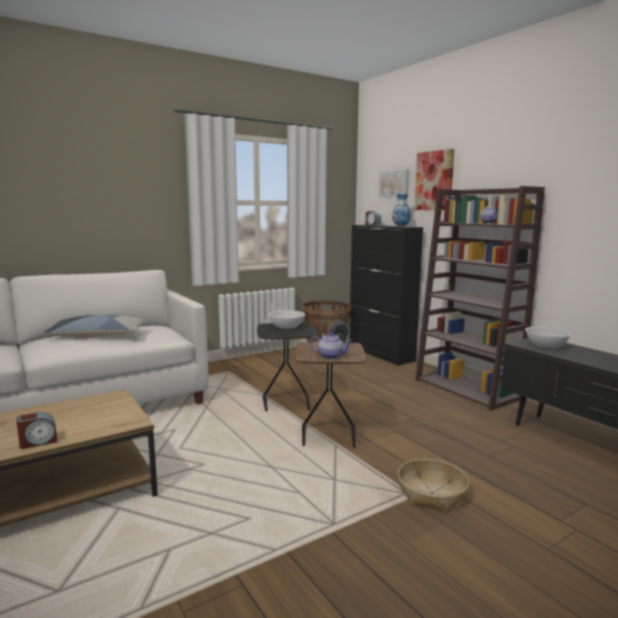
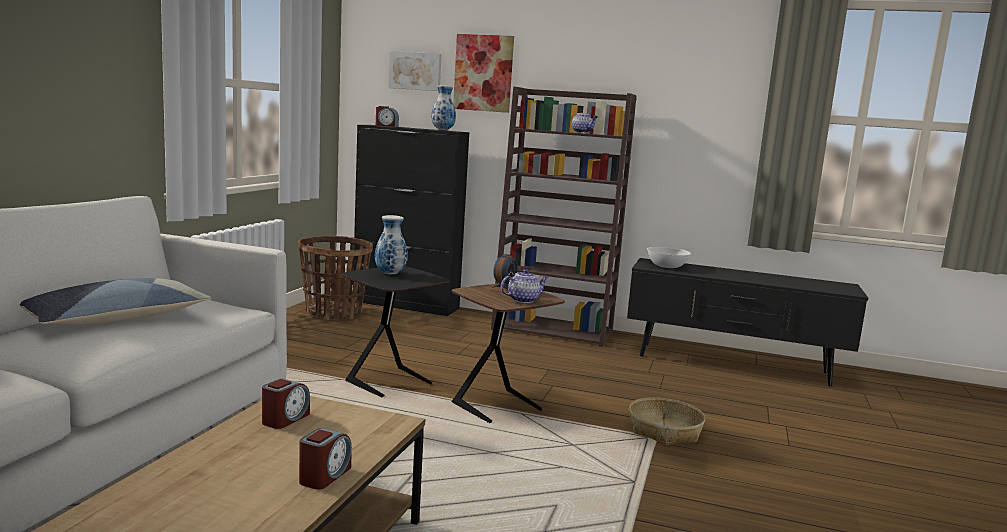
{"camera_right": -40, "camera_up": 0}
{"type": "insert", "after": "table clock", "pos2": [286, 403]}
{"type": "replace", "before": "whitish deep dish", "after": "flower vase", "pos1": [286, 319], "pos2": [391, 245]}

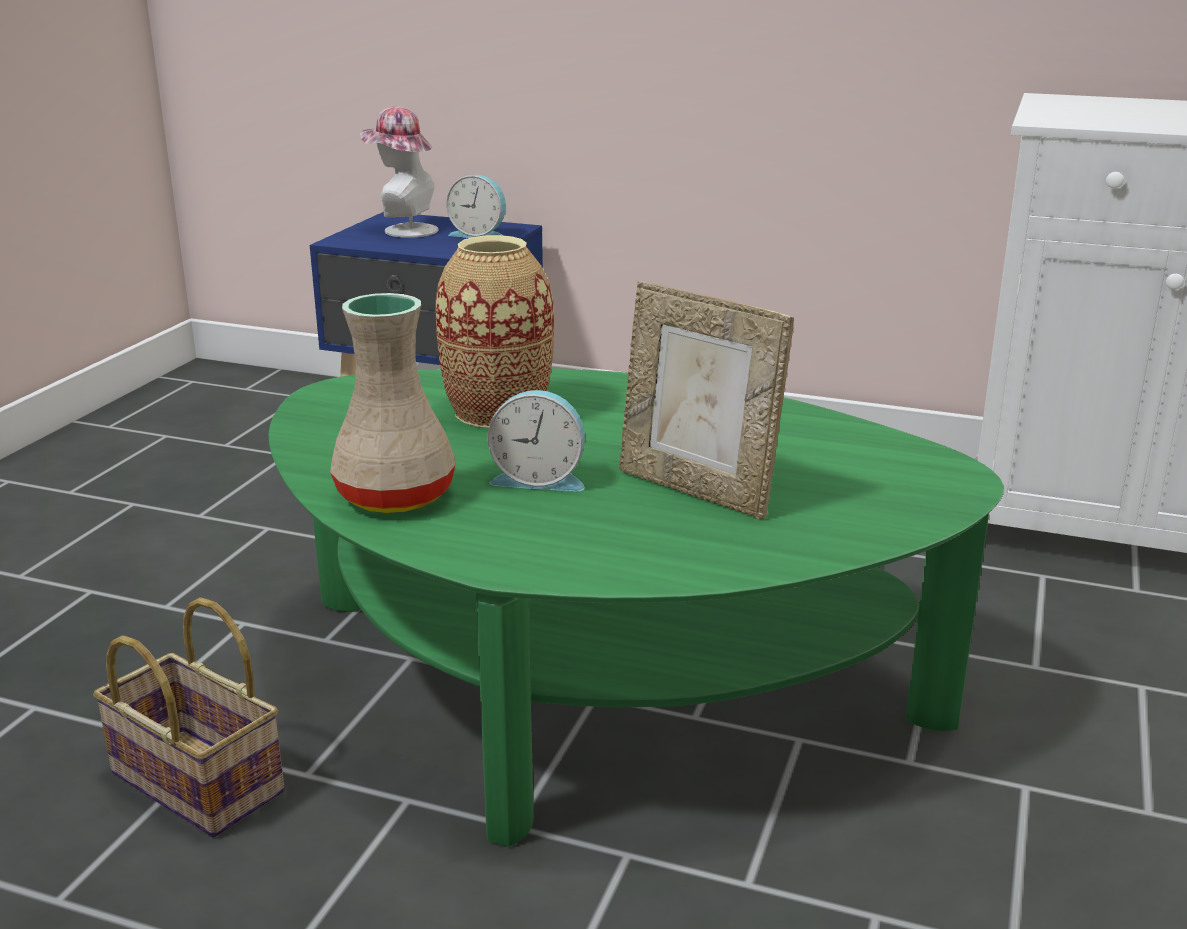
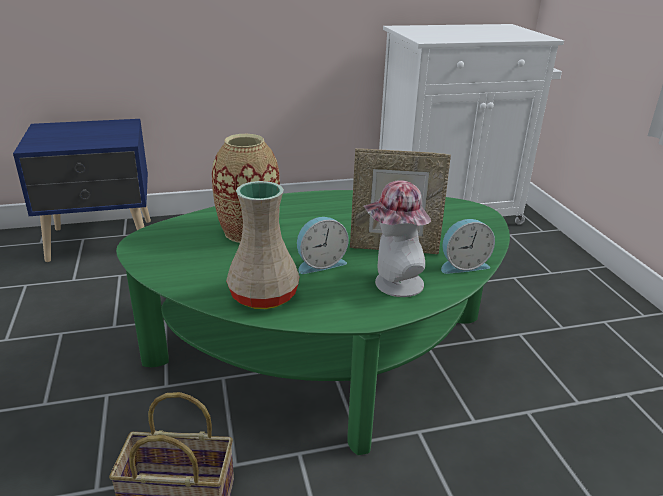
{"camera_right": -35, "camera_up": 5}
{"type": "move", "before": "hat", "pos1": [399, 172], "pos2": [397, 238]}
{"type": "move", "before": "table clock", "pos1": [476, 206], "pos2": [468, 246]}

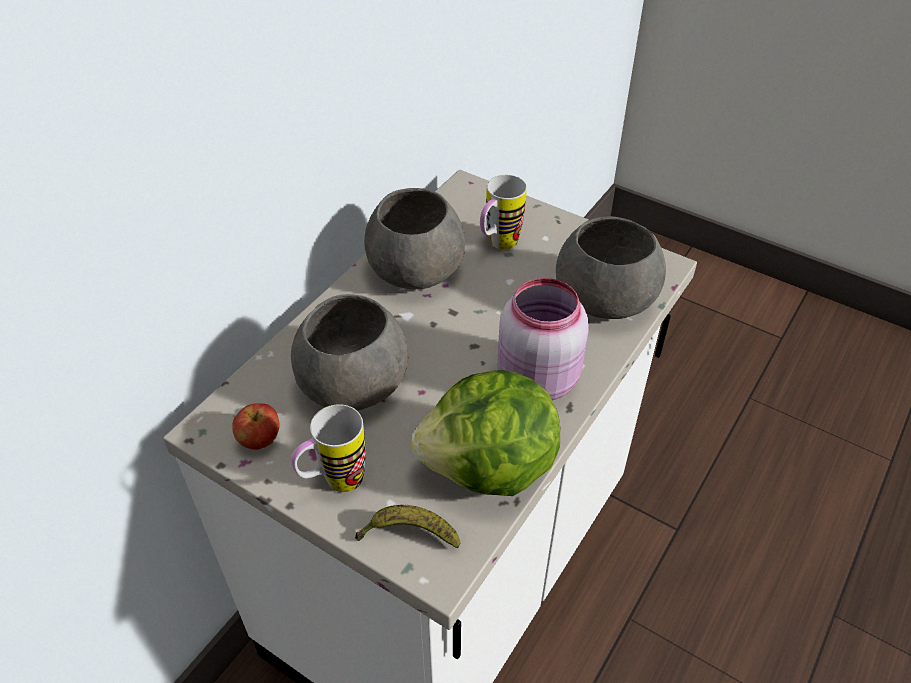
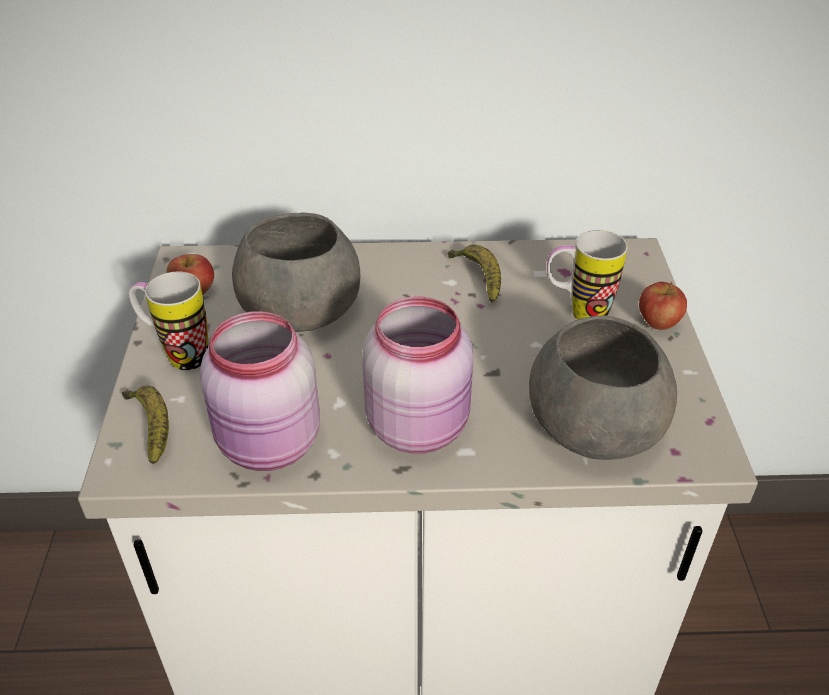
{"camera_right": 55, "camera_up": -5}
{"type": "replace", "before": "lettuce", "after": "pinkish storage jar", "pos1": [486, 432], "pos2": [260, 391]}
{"type": "replace", "before": "greyish deep dish", "after": "banana", "pos1": [414, 238], "pos2": [474, 273]}
{"type": "insert", "after": "apple", "pos2": [663, 306]}

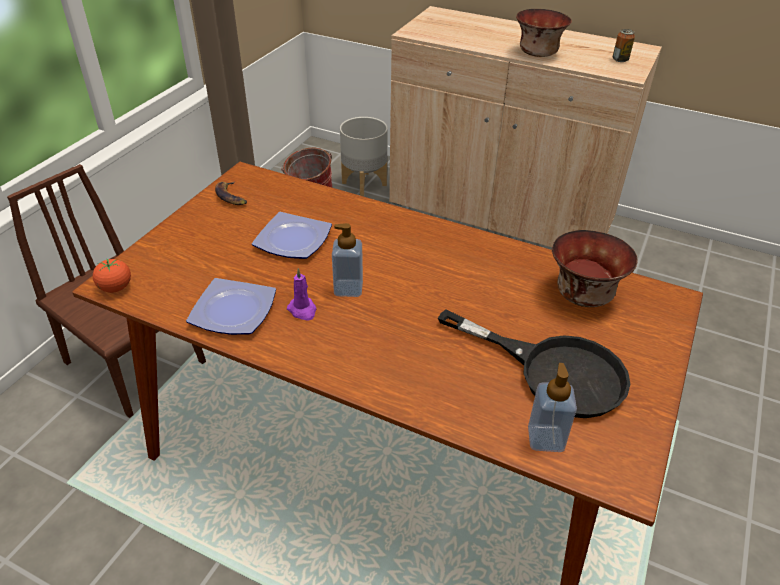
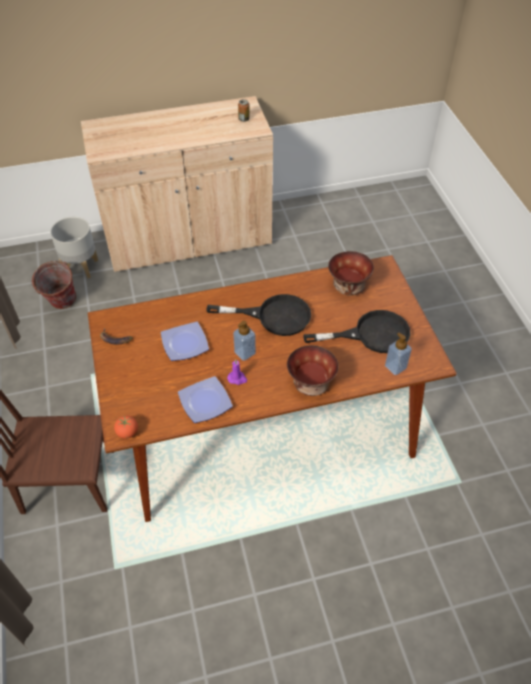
{"camera_right": -40, "camera_up": 10}
{"type": "insert", "after": "blackish frying pan", "pos2": [259, 315]}
{"type": "move", "before": "deep dish", "pos1": [544, 33], "pos2": [313, 370]}

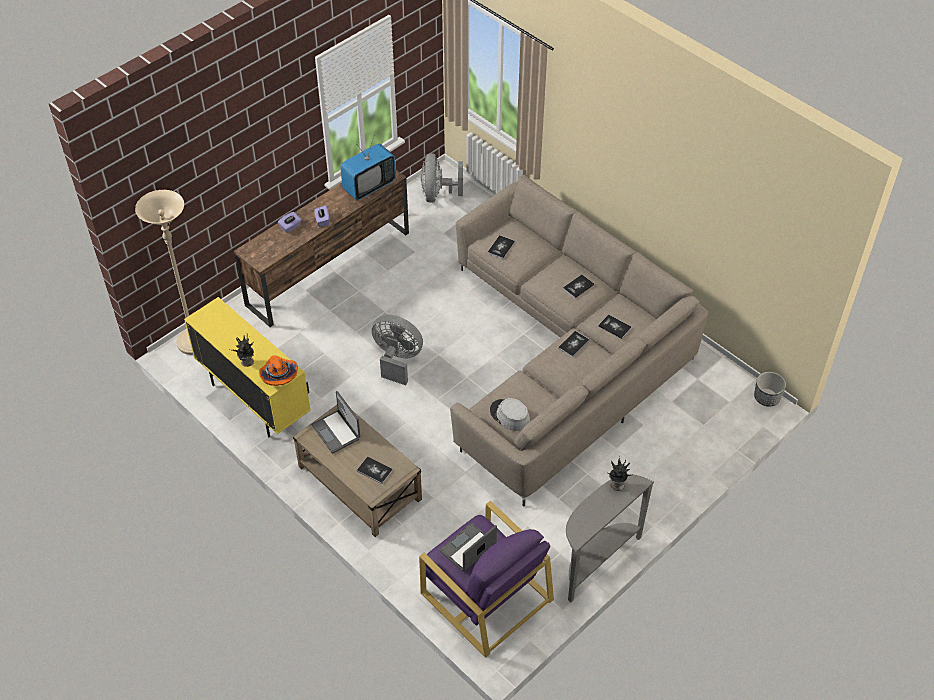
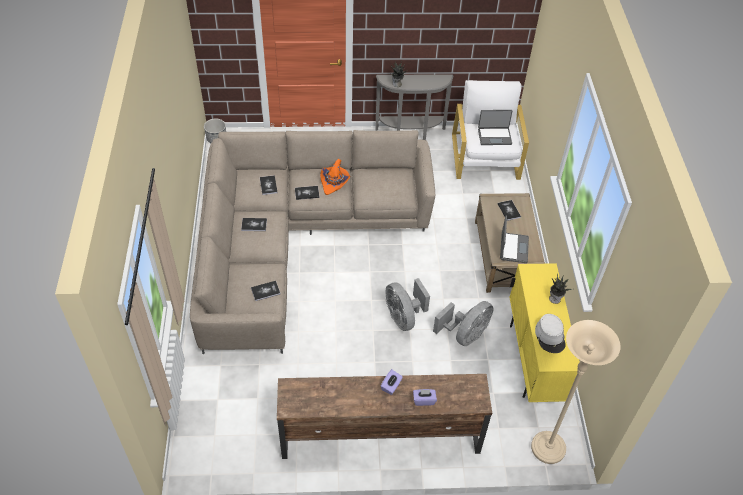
{"camera_right": -140, "camera_up": 0}
{"type": "move", "before": "orangey hat", "pos1": [278, 370], "pos2": [335, 177]}
{"type": "move", "before": "greyish electric fan", "pos1": [442, 178], "pos2": [463, 323]}
{"type": "recolor", "before": "purple lounge chair", "after": "whitish lounge chair", "pos1": [486, 579], "pos2": [490, 130]}
{"type": "move", "before": "greyish hat", "pos1": [510, 414], "pos2": [550, 333]}
{"type": "delete", "before": "TV", "pos1": [368, 167]}

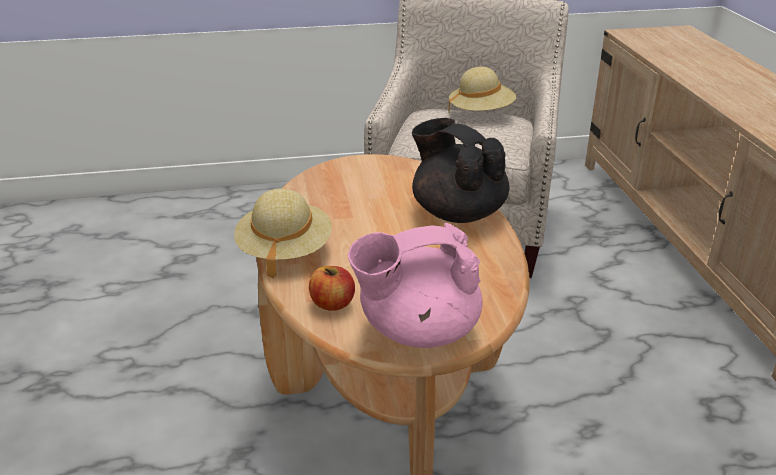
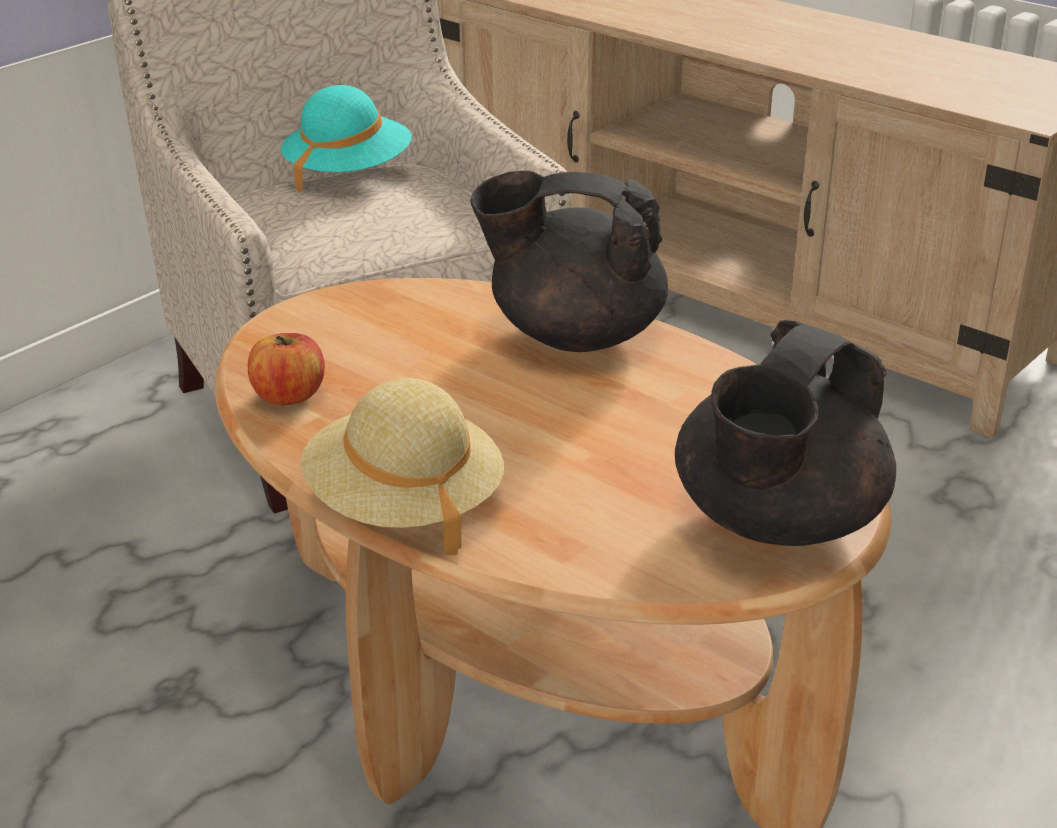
{"camera_right": -40, "camera_up": 0}
{"type": "move", "before": "apple", "pos1": [332, 288], "pos2": [286, 369]}
{"type": "recolor", "before": "beige hat", "after": "blue-green hat", "pos1": [482, 90], "pos2": [346, 139]}
{"type": "recolor", "before": "pinkish teapot", "after": "blackish teapot", "pos1": [415, 285], "pos2": [785, 433]}

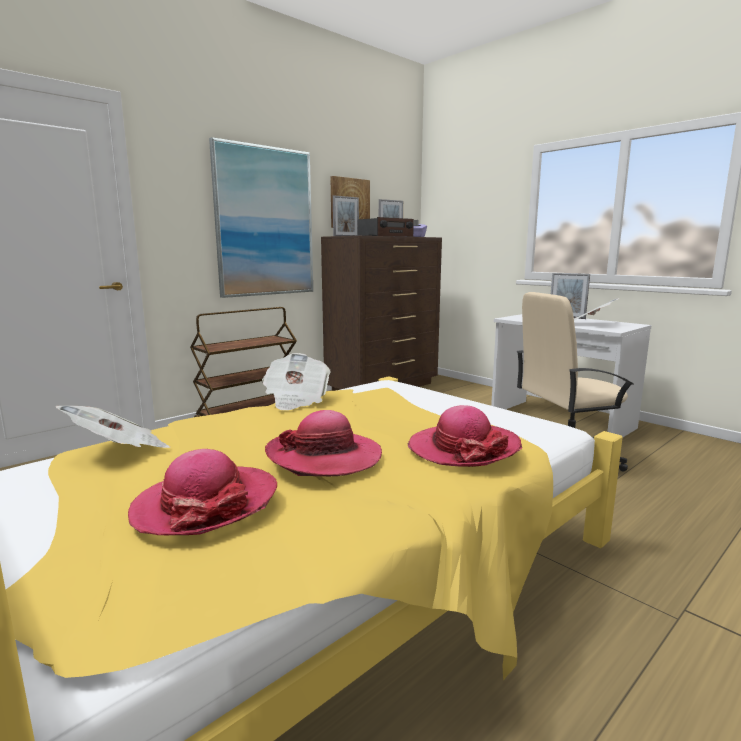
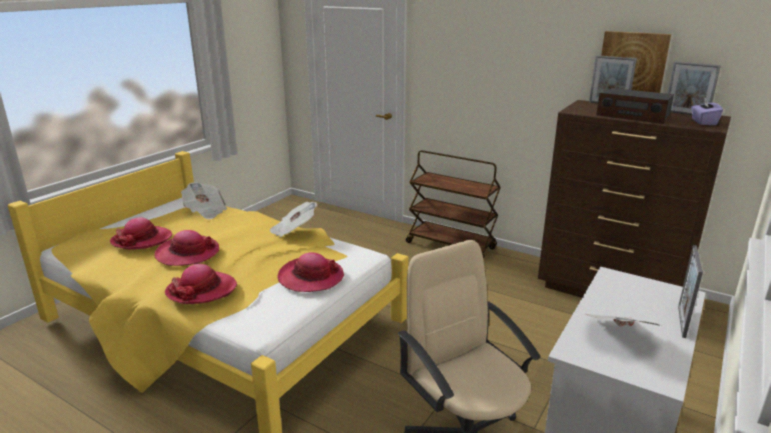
{"camera_right": 75, "camera_up": 10}
{"type": "insert", "after": "hat", "pos2": [310, 272]}
{"type": "delete", "before": "picture", "pos1": [261, 217]}

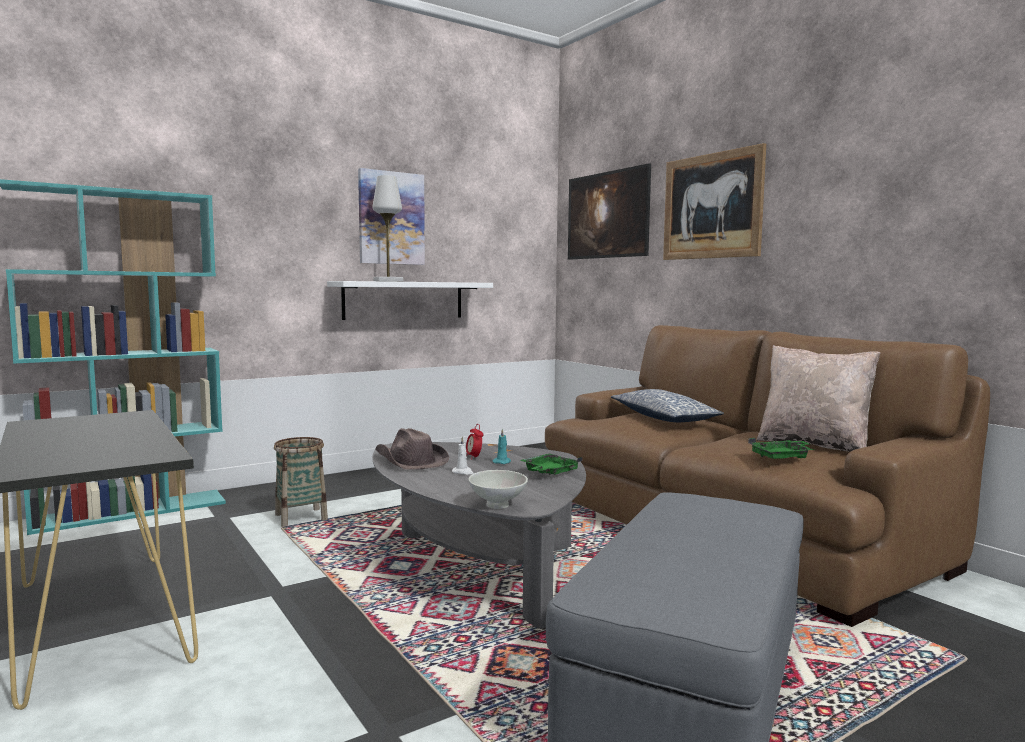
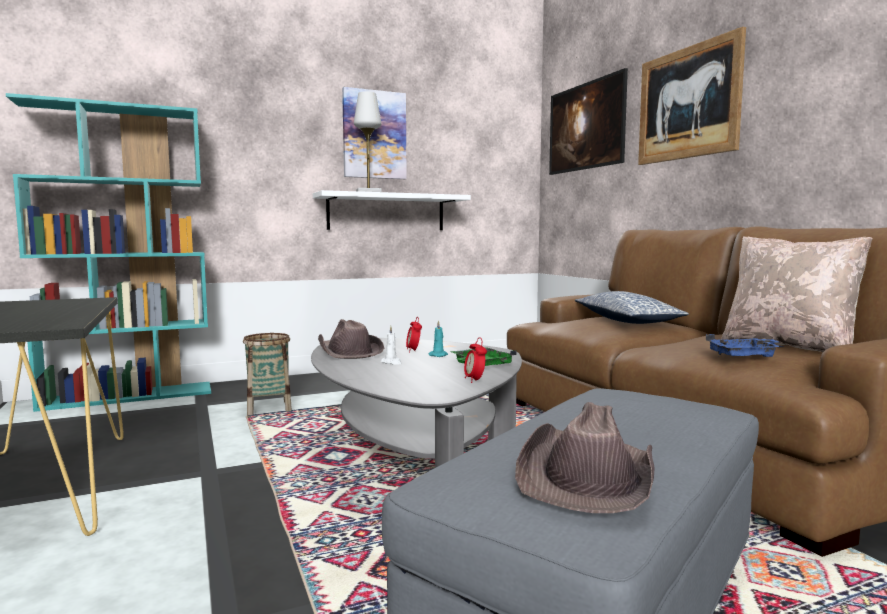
{"camera_right": 10, "camera_up": 0}
{"type": "insert", "after": "table clock", "pos2": [475, 360]}
{"type": "insert", "after": "brown hat", "pos2": [584, 457]}
{"type": "recolor", "before": "green tray", "after": "bluish tray", "pos1": [781, 448], "pos2": [744, 345]}
{"type": "delete", "before": "whitish deep dish", "pos1": [498, 489]}

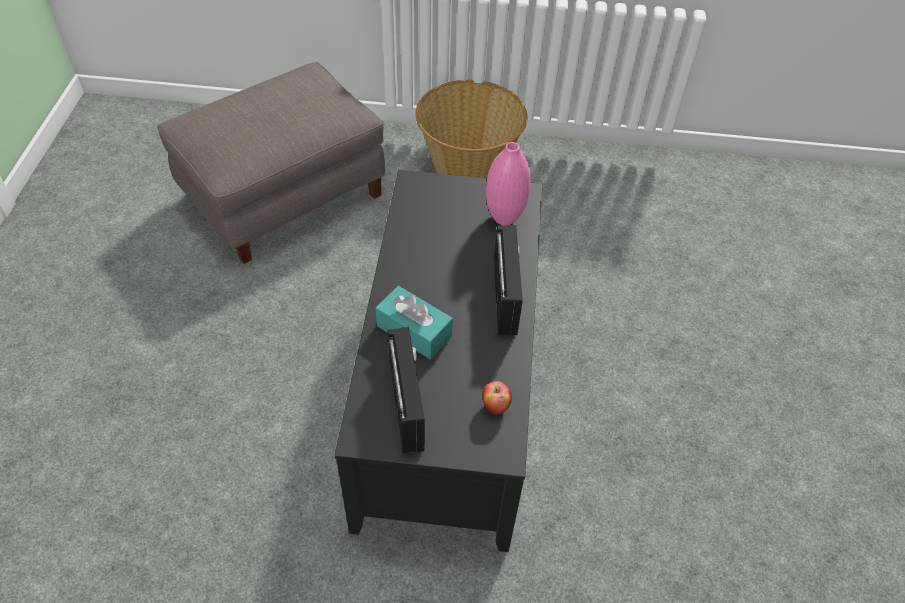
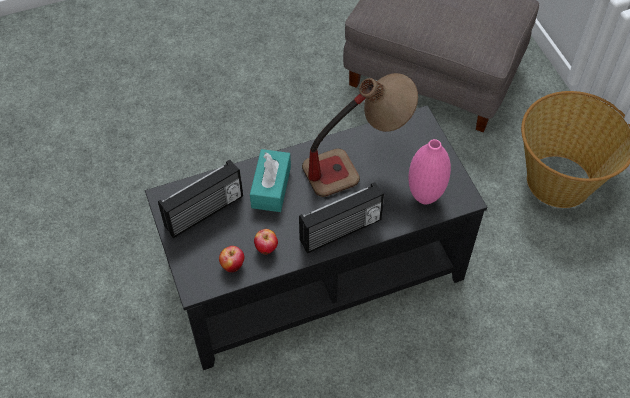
{"camera_right": 65, "camera_up": 5}
{"type": "insert", "after": "apple", "pos2": [266, 242]}
{"type": "insert", "after": "lamp for a table", "pos2": [360, 135]}

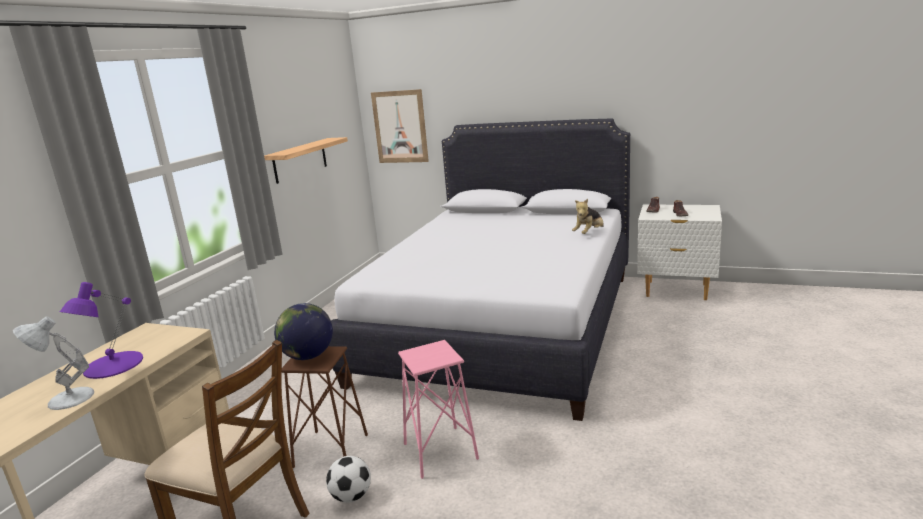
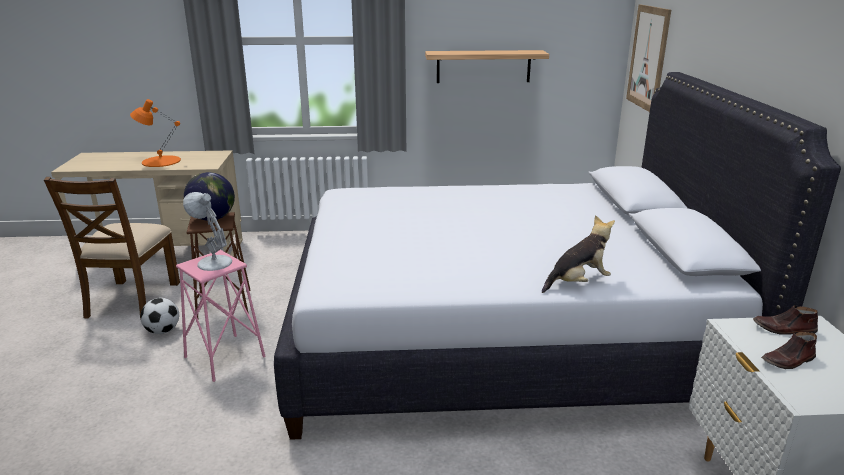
{"camera_right": 65, "camera_up": 5}
{"type": "recolor", "before": "purple lamp for a table", "after": "orangey lamp for a table", "pos1": [101, 330], "pos2": [155, 133]}
{"type": "move", "before": "whitish lamp for a table", "pos1": [53, 363], "pos2": [207, 231]}
{"type": "rotate", "before": "soft toy", "pos1": [588, 216], "pos2": [578, 254], "turn": 135}

